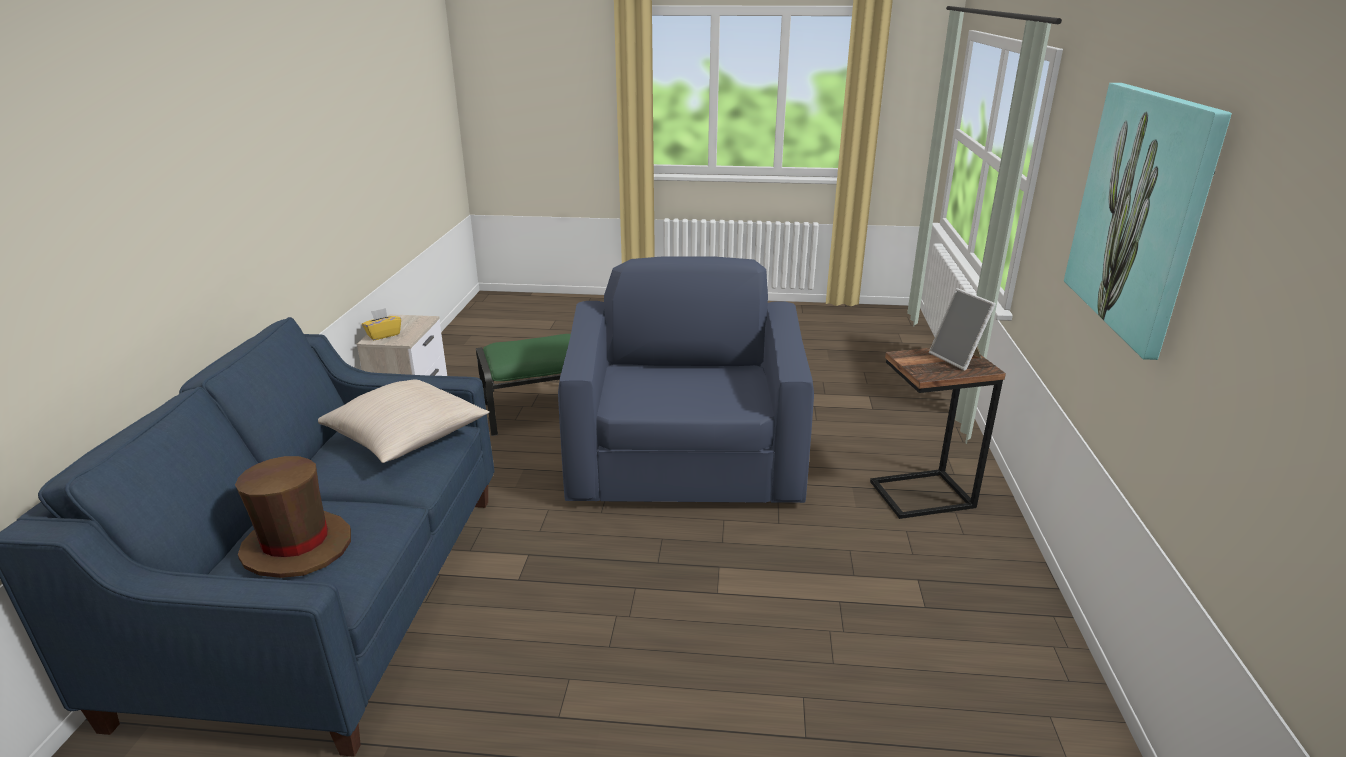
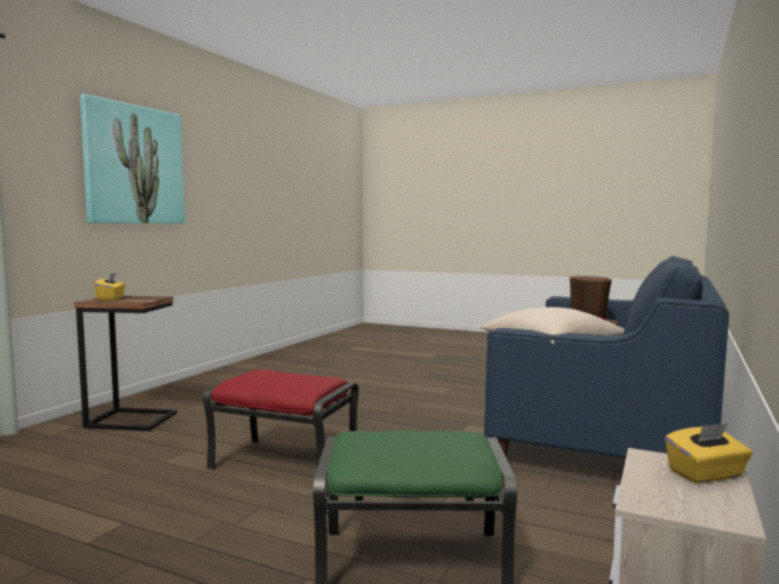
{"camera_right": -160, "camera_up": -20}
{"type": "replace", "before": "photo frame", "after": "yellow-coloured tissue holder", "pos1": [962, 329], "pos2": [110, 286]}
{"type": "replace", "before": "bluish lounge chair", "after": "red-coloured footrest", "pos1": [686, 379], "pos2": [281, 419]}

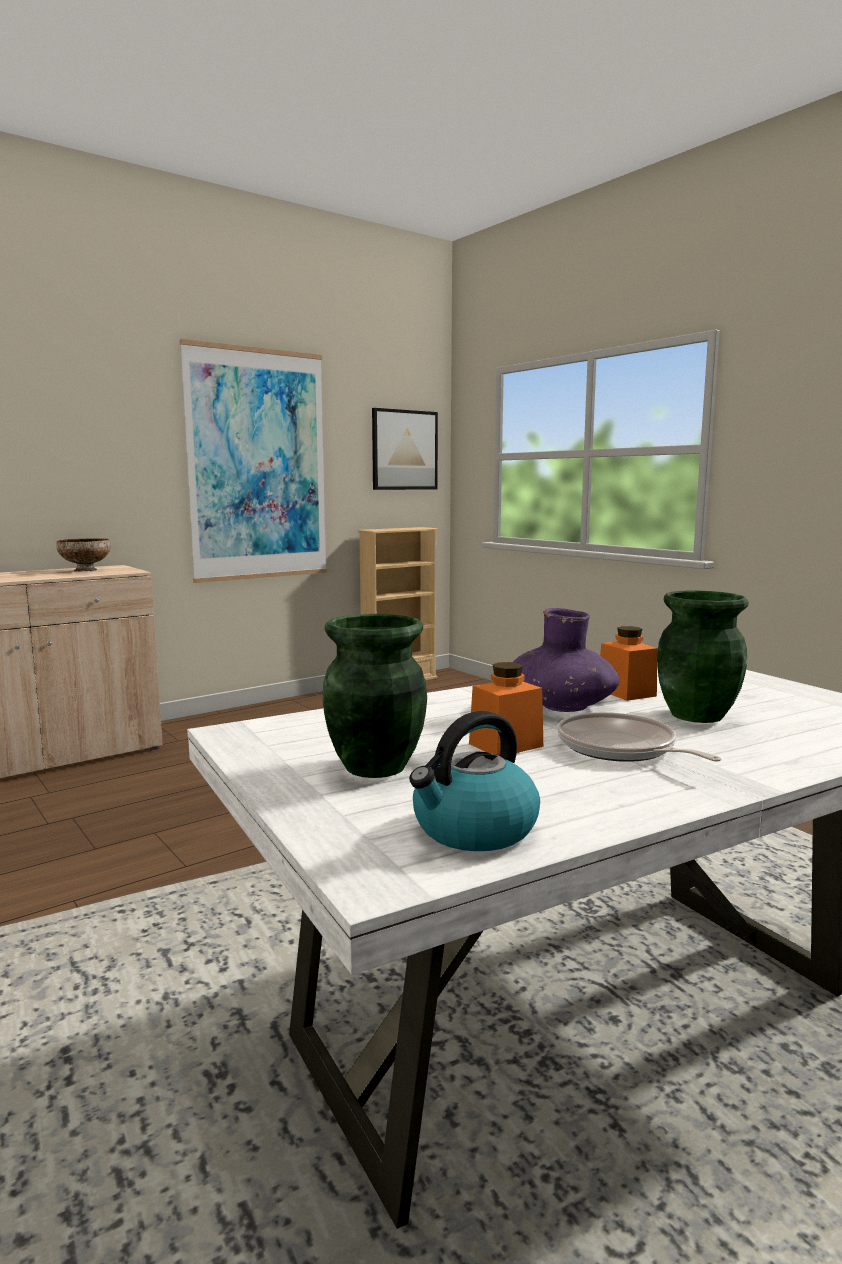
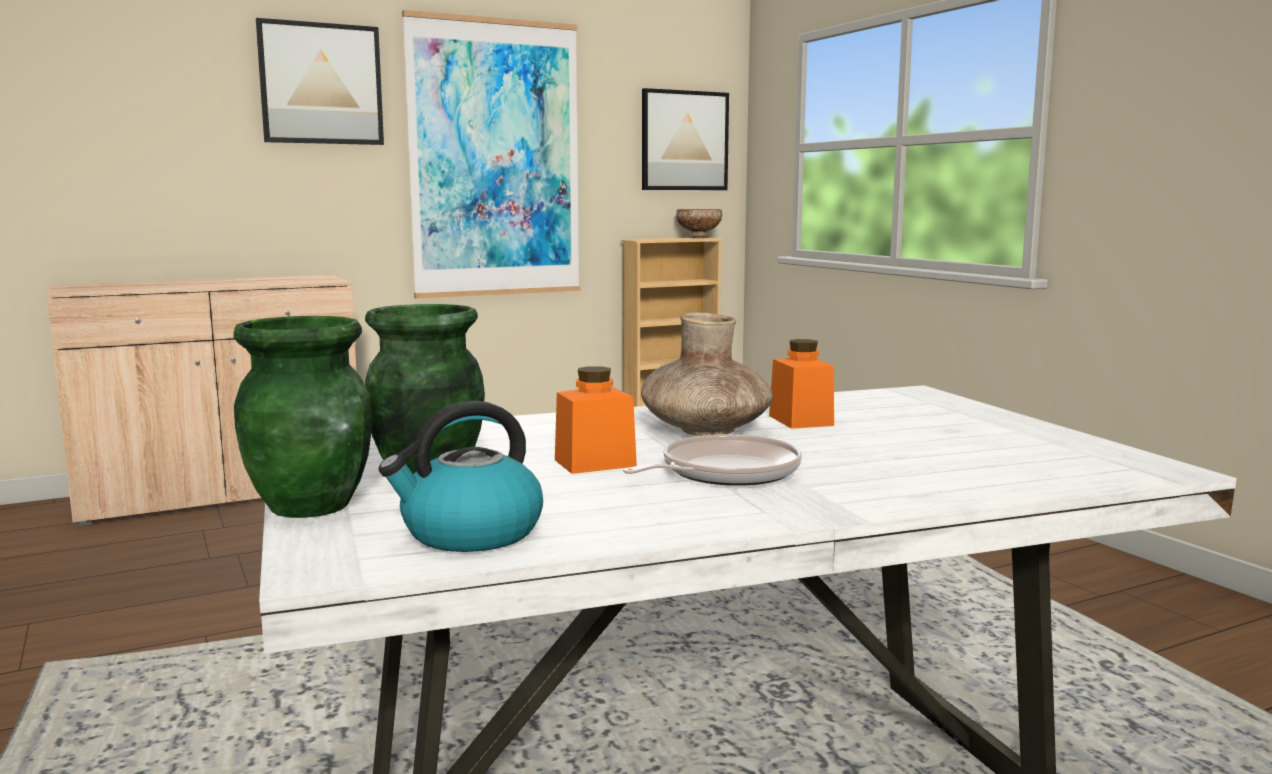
{"camera_right": 10, "camera_up": 0}
{"type": "move", "before": "green flower vase", "pos1": [703, 656], "pos2": [303, 417]}
{"type": "insert", "after": "picture", "pos2": [320, 81]}
{"type": "rotate", "before": "frying pan", "pos1": [639, 737], "pos2": [712, 460], "turn": 75}
{"type": "recolor", "before": "purple flower vase", "after": "brown flower vase", "pos1": [566, 660], "pos2": [707, 374]}
{"type": "move", "before": "deep dish", "pos1": [83, 554], "pos2": [699, 223]}

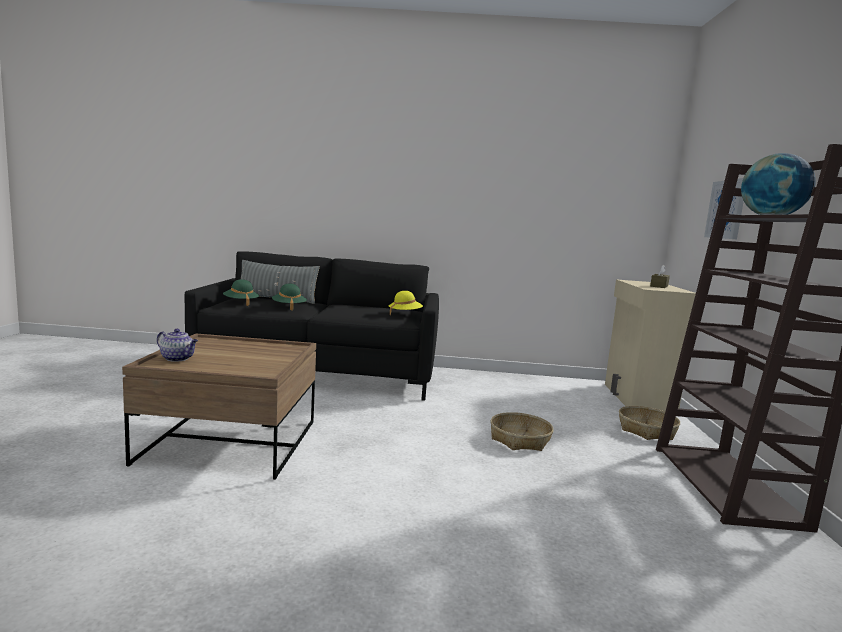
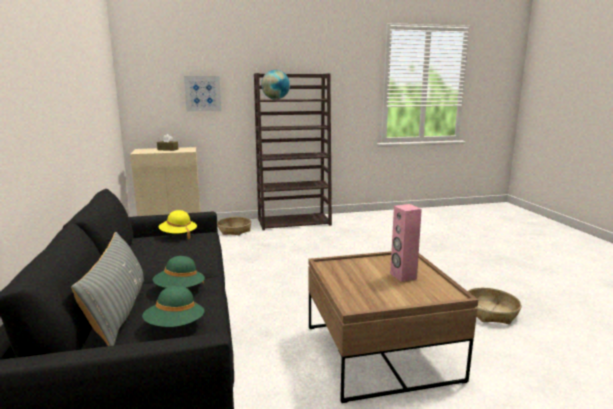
{"camera_right": -105, "camera_up": 5}
{"type": "insert", "after": "pinkish loudspeaker", "pos2": [406, 243]}
{"type": "move", "before": "storage basket", "pos1": [522, 431], "pos2": [495, 306]}
{"type": "delete", "before": "teapot", "pos1": [177, 345]}

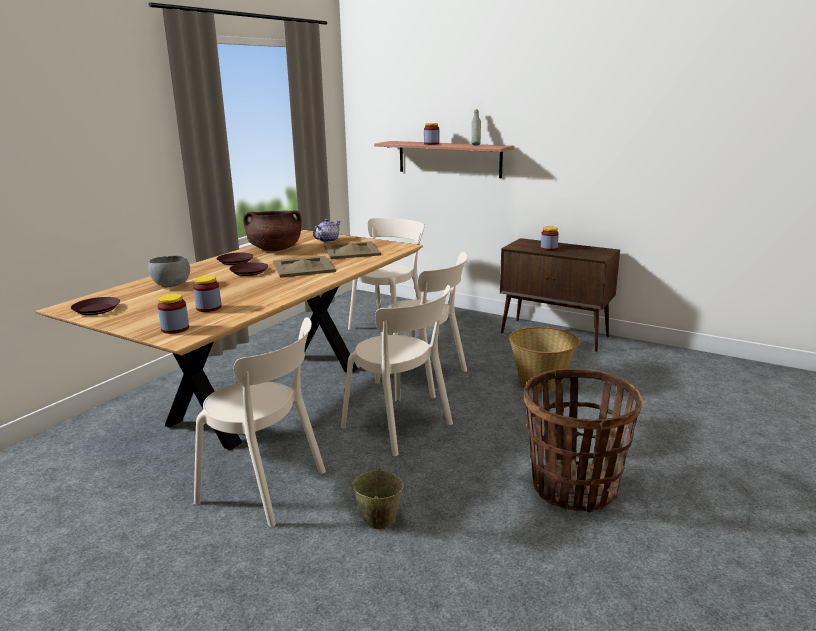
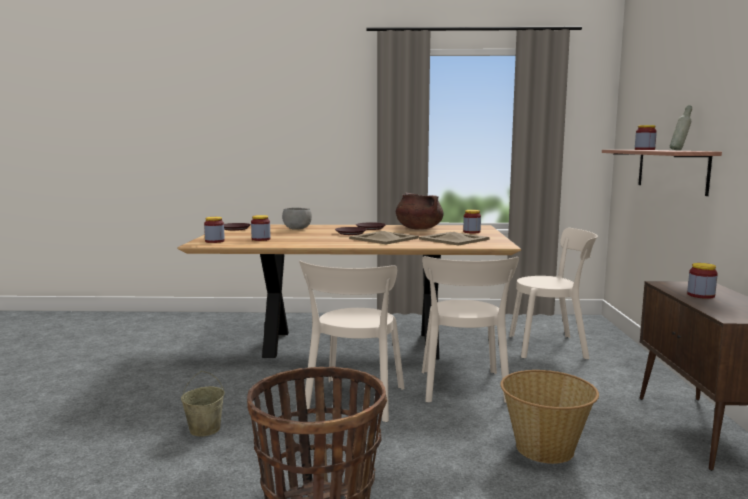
{"camera_right": 60, "camera_up": -10}
{"type": "replace", "before": "teapot", "after": "storage jar", "pos1": [327, 230], "pos2": [472, 221]}
{"type": "delete", "before": "beige upright chair", "pos1": [260, 422]}

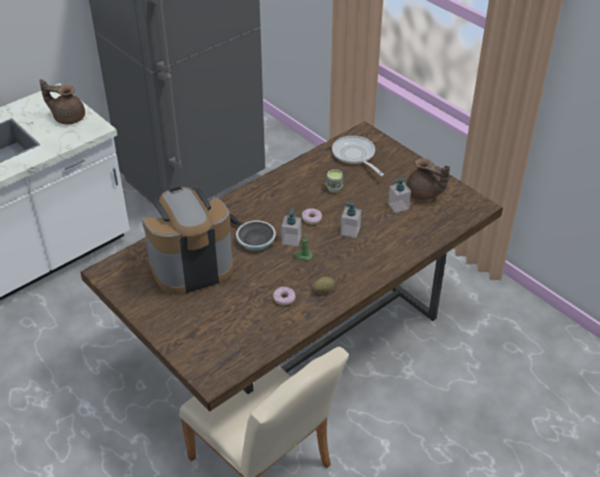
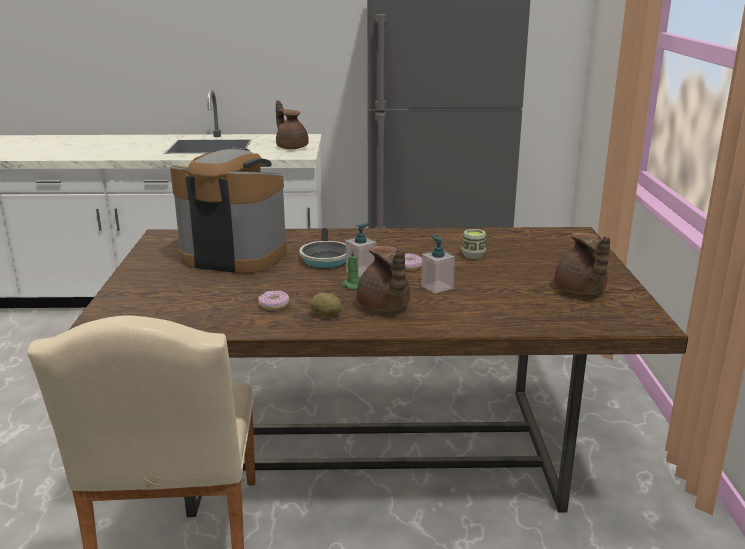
{"camera_right": 40, "camera_up": -20}
{"type": "insert", "after": "brown teapot", "pos2": [383, 279]}
{"type": "delete", "before": "frying pan", "pos1": [358, 156]}
{"type": "delete", "before": "liquid soap bottle", "pos1": [399, 195]}

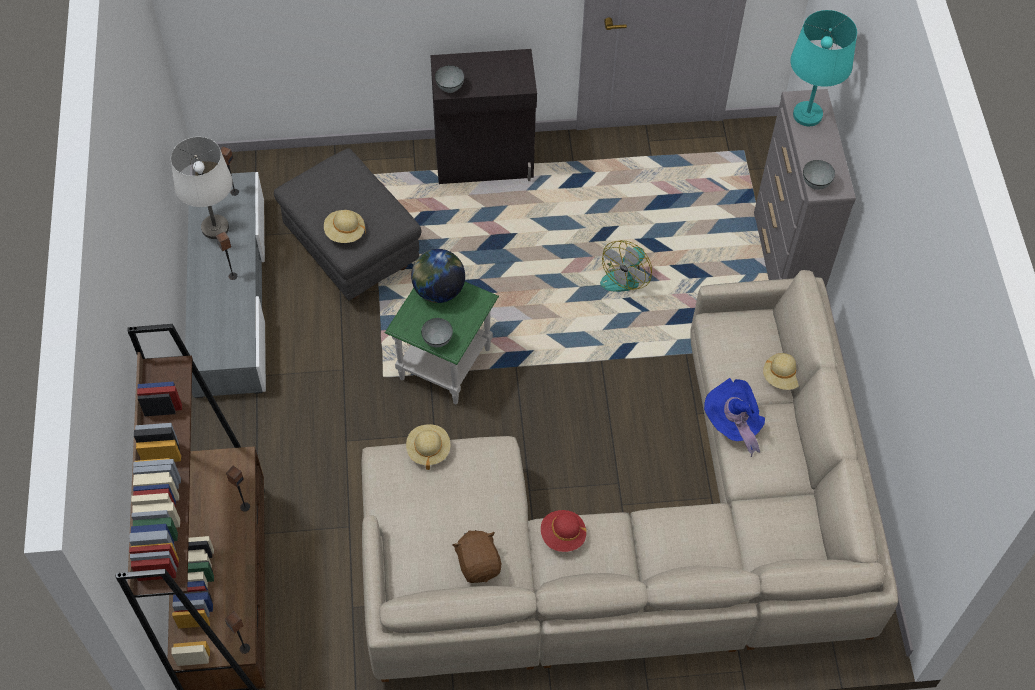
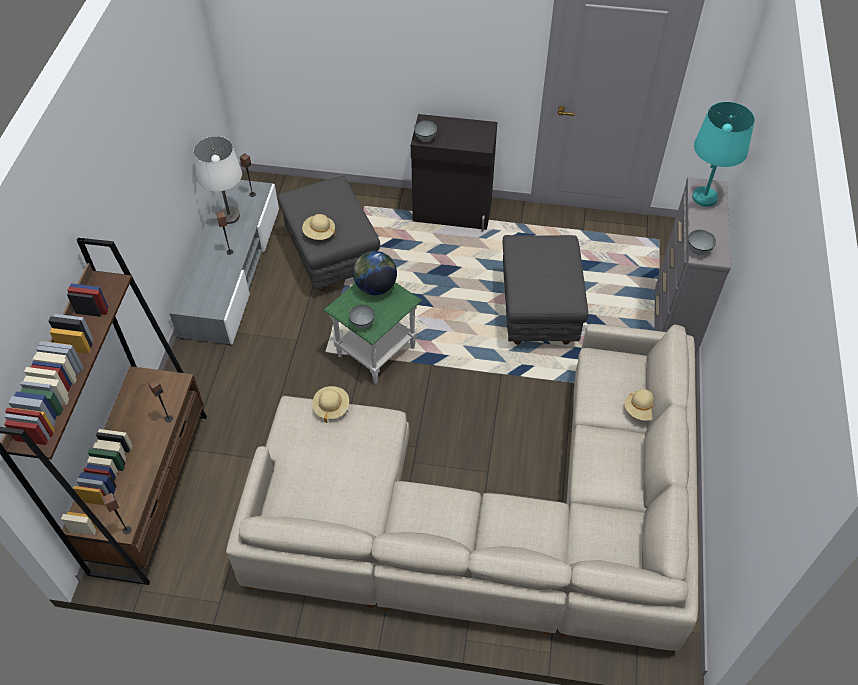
{"camera_right": 15, "camera_up": -5}
{"type": "replace", "before": "electric fan", "after": "greyish footrest", "pos1": [626, 266], "pos2": [545, 290]}
{"type": "delete", "before": "brown soft toy", "pos1": [477, 556]}
{"type": "delete", "before": "red-coloured hat", "pos1": [564, 531]}
{"type": "delete", "before": "bluish hat", "pos1": [734, 418]}

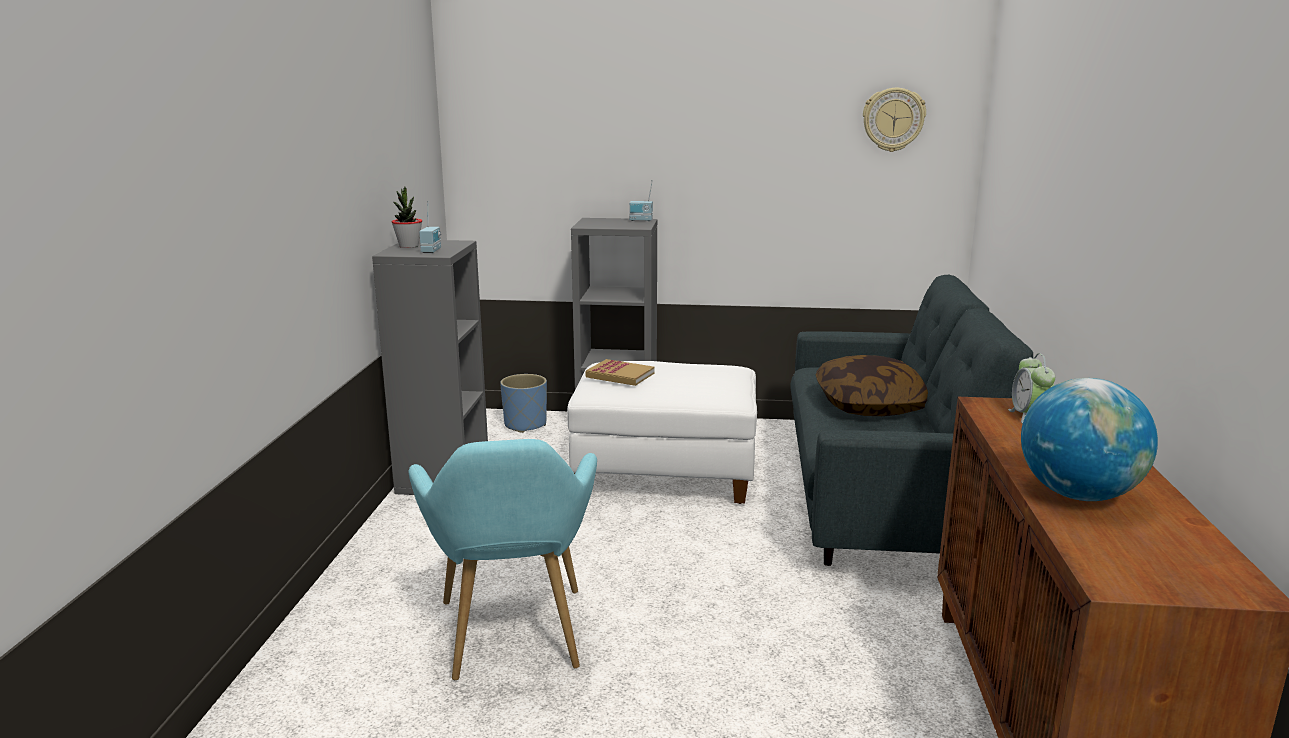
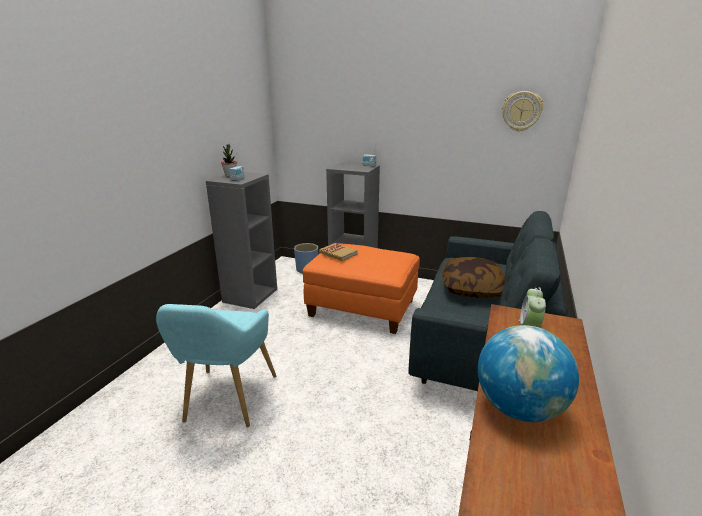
{"camera_right": 15, "camera_up": 5}
{"type": "recolor", "before": "whitish footrest", "after": "orangey footrest", "pos1": [662, 432], "pos2": [361, 288]}

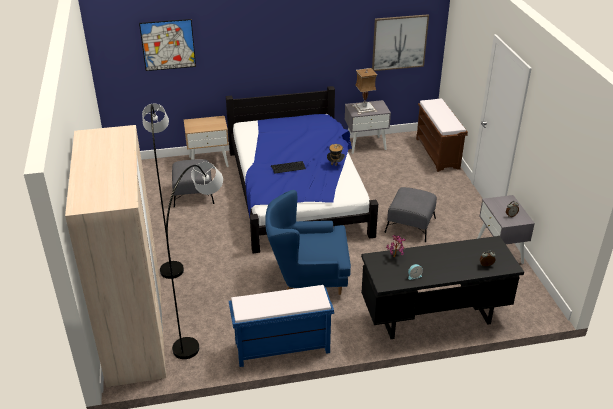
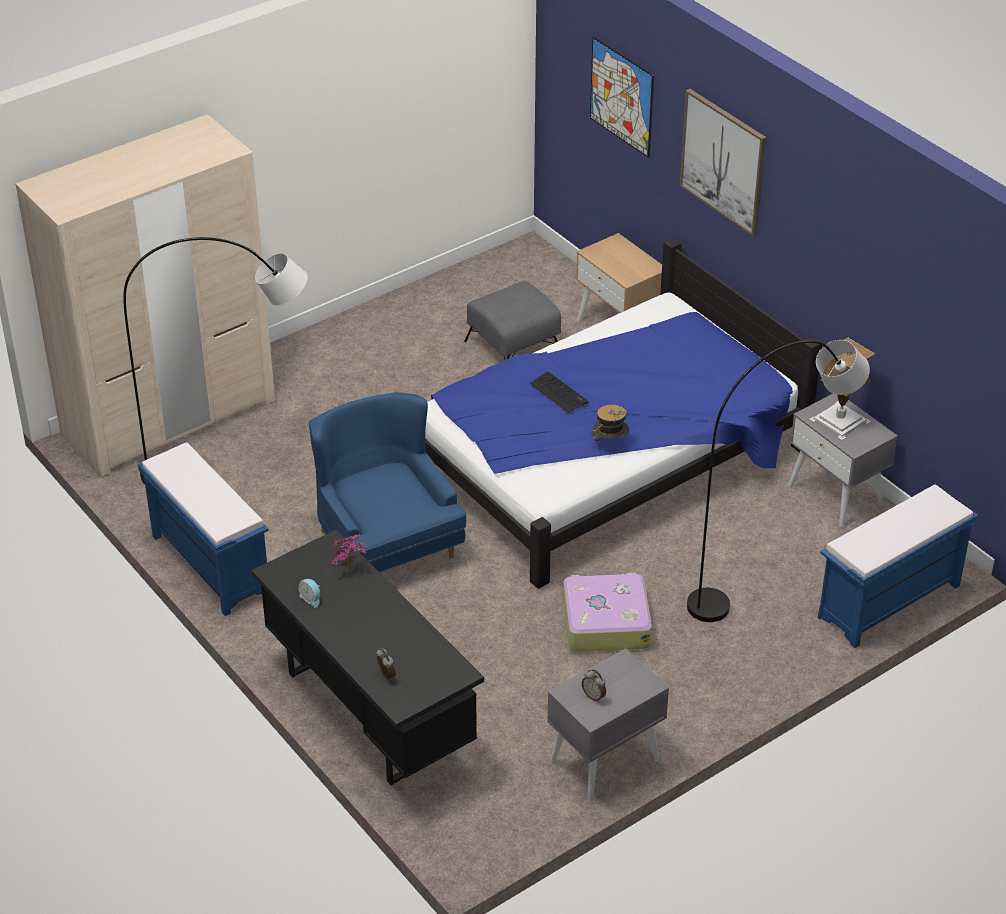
{"camera_right": 65, "camera_up": 5}
{"type": "replace", "before": "greyish footrest", "after": "suitcase", "pos1": [411, 214], "pos2": [607, 612]}
{"type": "move", "before": "picture", "pos1": [400, 42], "pos2": [723, 162]}
{"type": "move", "before": "greyish standard lamp", "pos1": [163, 191], "pos2": [778, 481]}
{"type": "recolor", "before": "brown indoor bench", "after": "bluish indoor bench", "pos1": [442, 135], "pos2": [898, 566]}

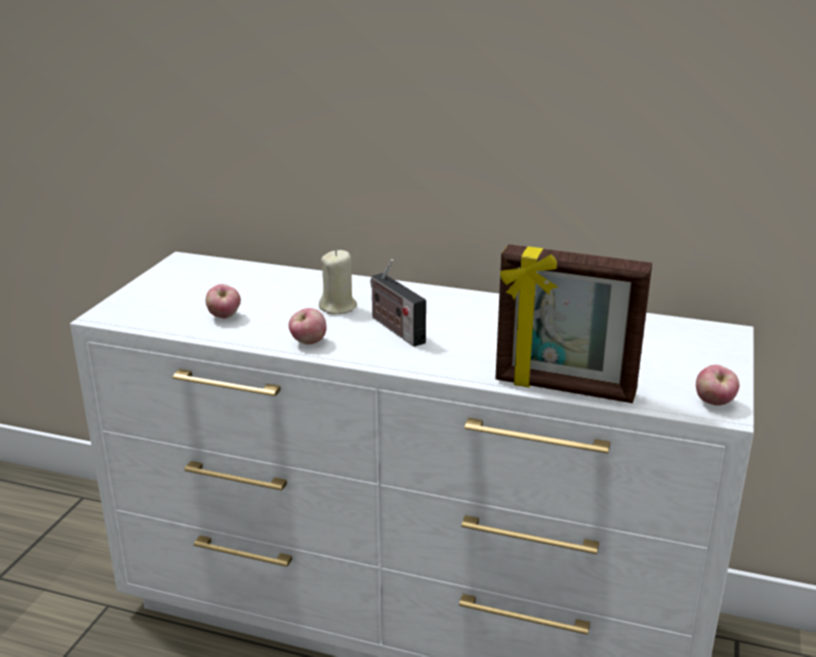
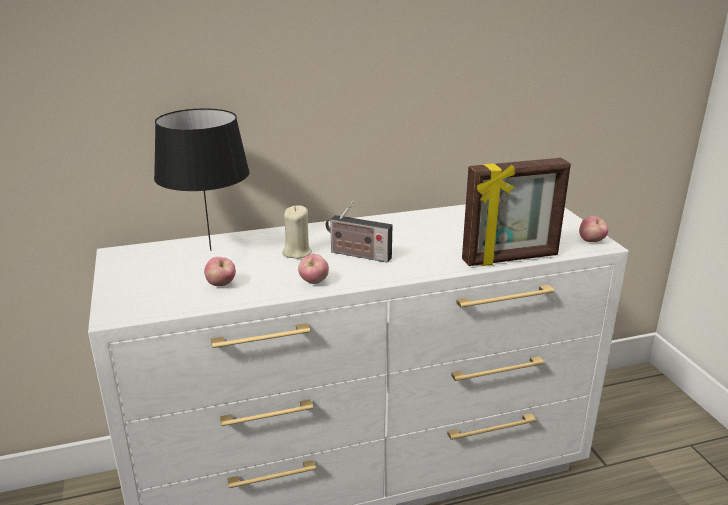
{"camera_right": -35, "camera_up": 0}
{"type": "insert", "after": "blackish lamp for a table", "pos2": [202, 179]}

